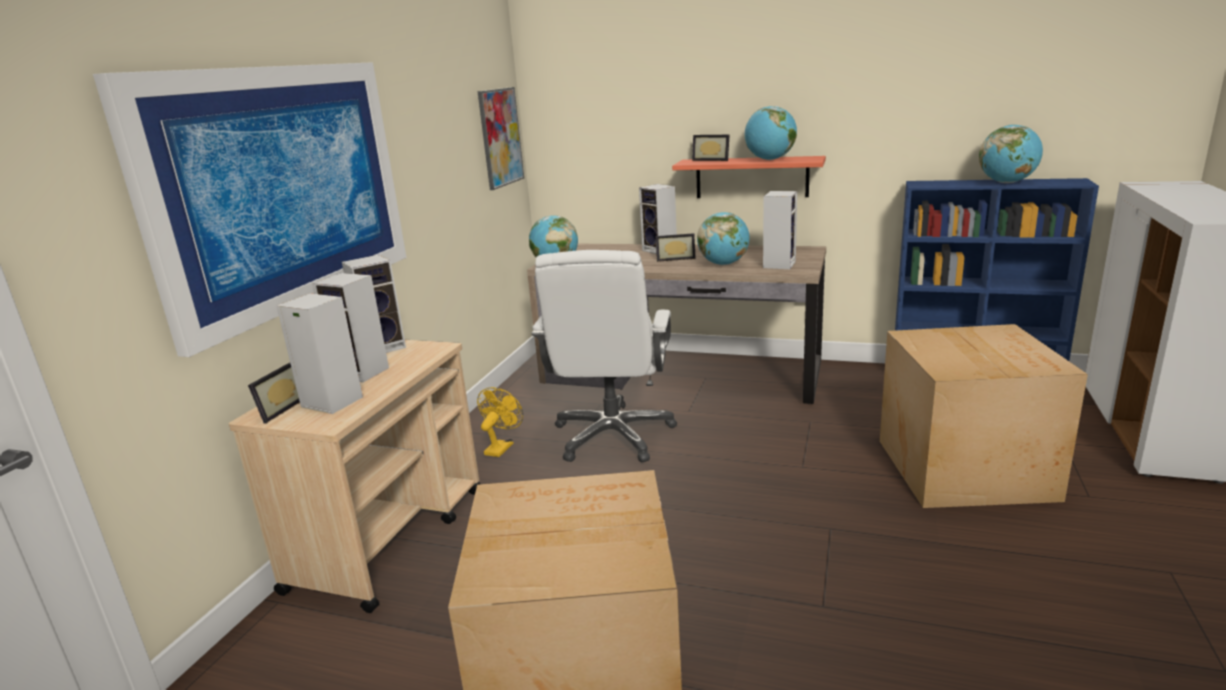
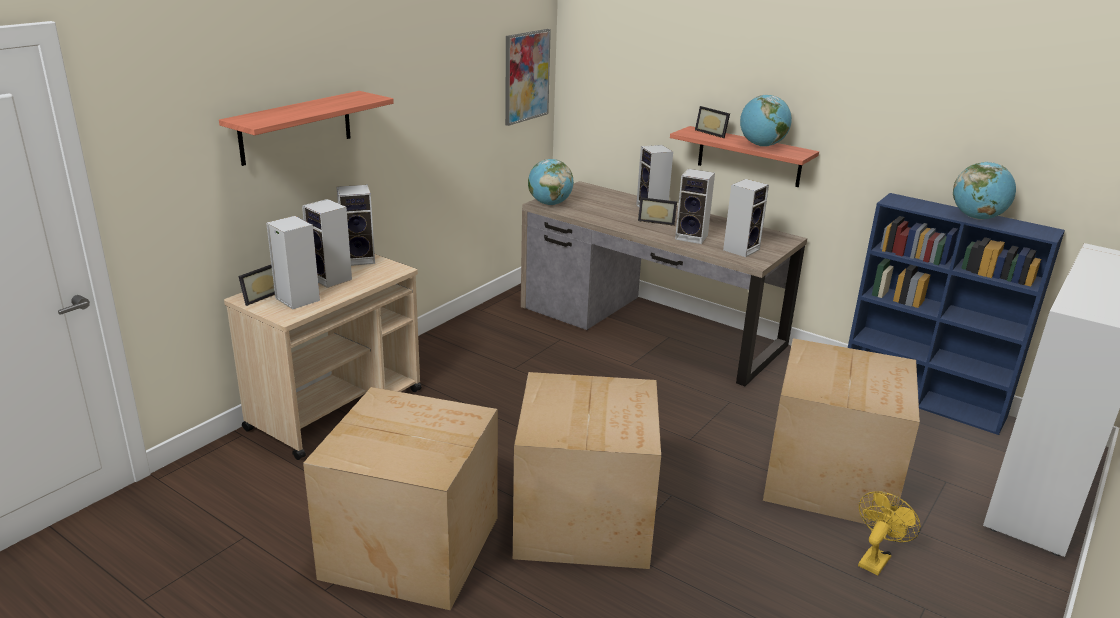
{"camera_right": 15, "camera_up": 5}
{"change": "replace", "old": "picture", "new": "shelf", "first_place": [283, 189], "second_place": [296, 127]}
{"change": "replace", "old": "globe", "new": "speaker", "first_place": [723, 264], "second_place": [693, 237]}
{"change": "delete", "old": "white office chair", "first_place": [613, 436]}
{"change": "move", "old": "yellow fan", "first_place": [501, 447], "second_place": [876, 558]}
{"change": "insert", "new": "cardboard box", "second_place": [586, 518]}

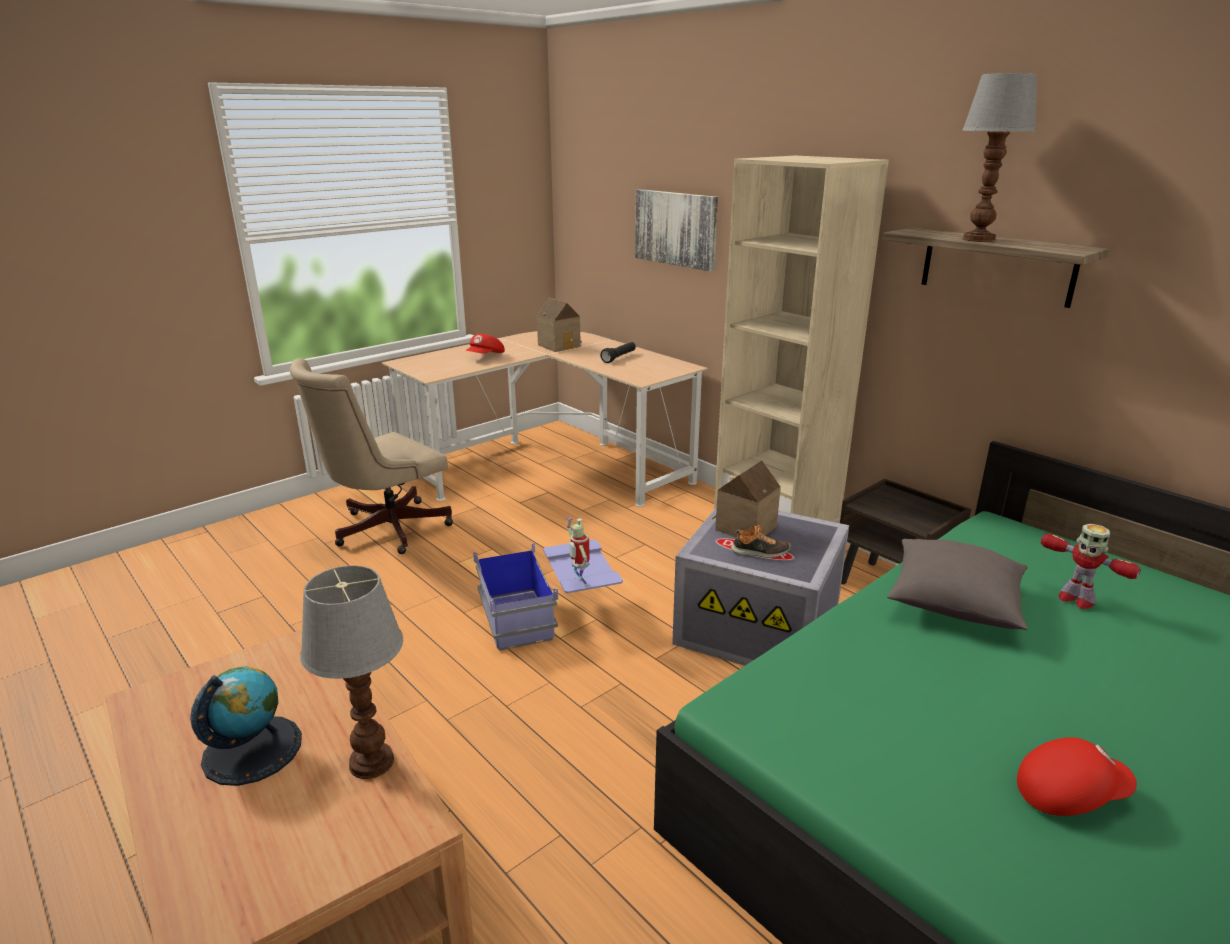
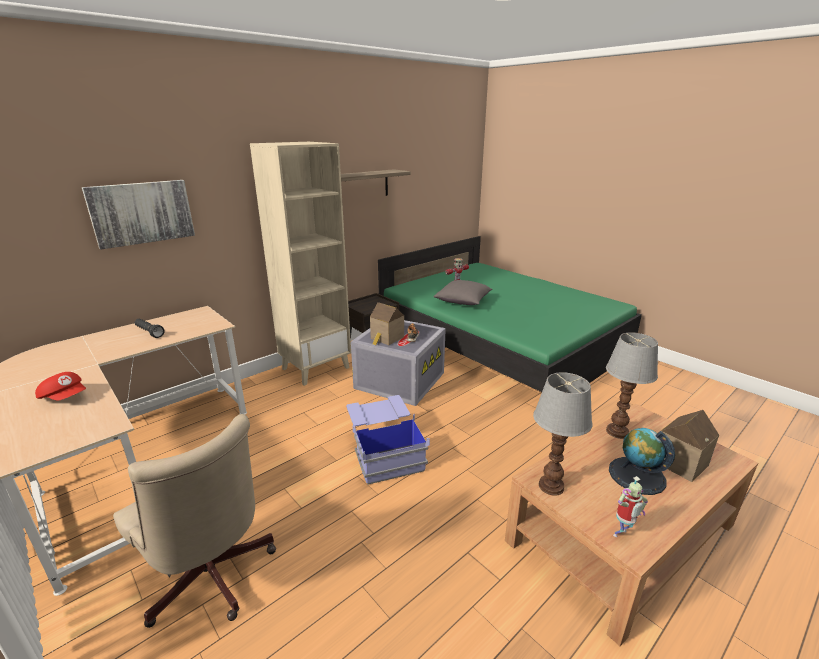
{"camera_right": -90, "camera_up": 0}
{"change": "move", "old": "table lamp", "first_place": [977, 239], "second_place": [551, 487]}
{"change": "move", "old": "toy house", "first_place": [560, 345], "second_place": [677, 462]}
{"change": "move", "old": "toy robot", "first_place": [580, 583], "second_place": [621, 535]}
{"change": "delete", "old": "red cap", "first_place": [1069, 793]}

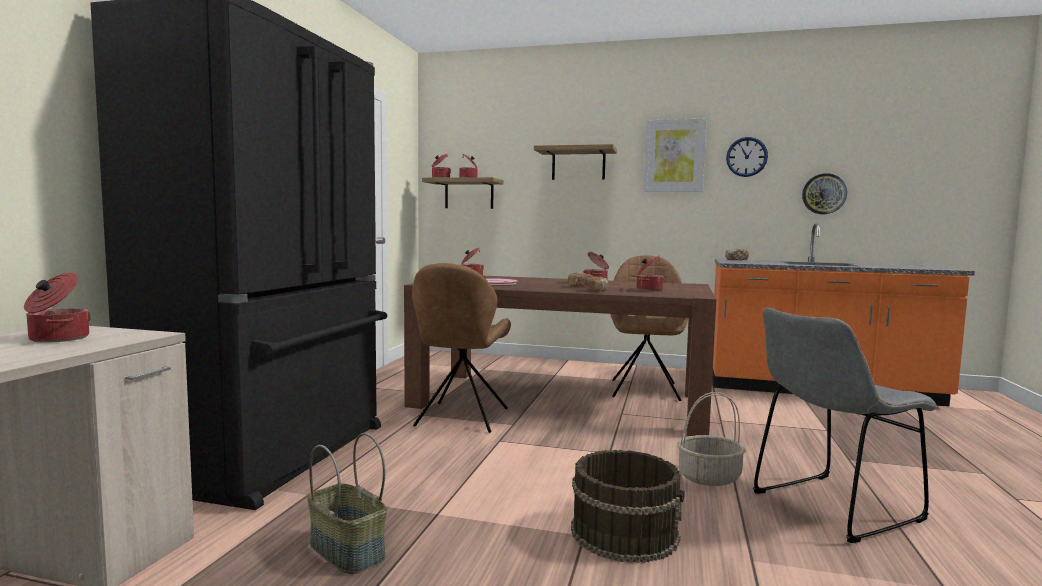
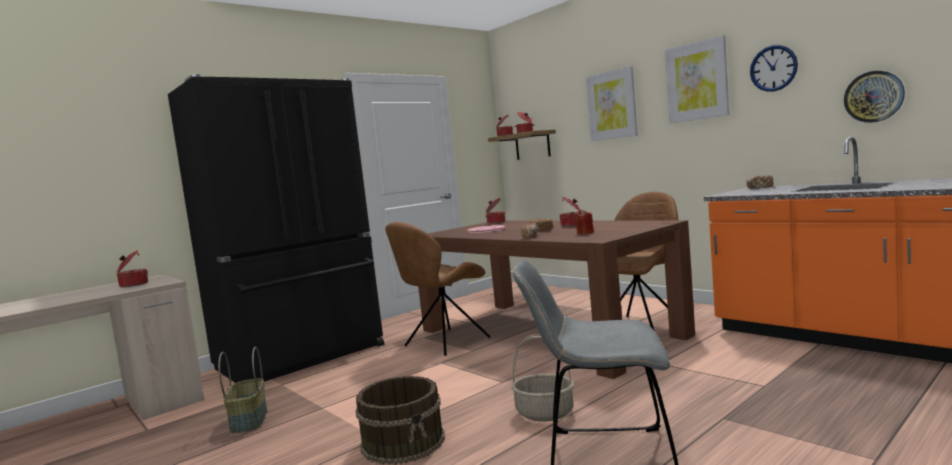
{"camera_right": 35, "camera_up": 0}
{"change": "replace", "old": "shelf", "new": "picture", "first_place": [578, 164], "second_place": [611, 105]}
{"change": "replace", "old": "cooking pot", "new": "red candle", "first_place": [648, 290], "second_place": [585, 233]}

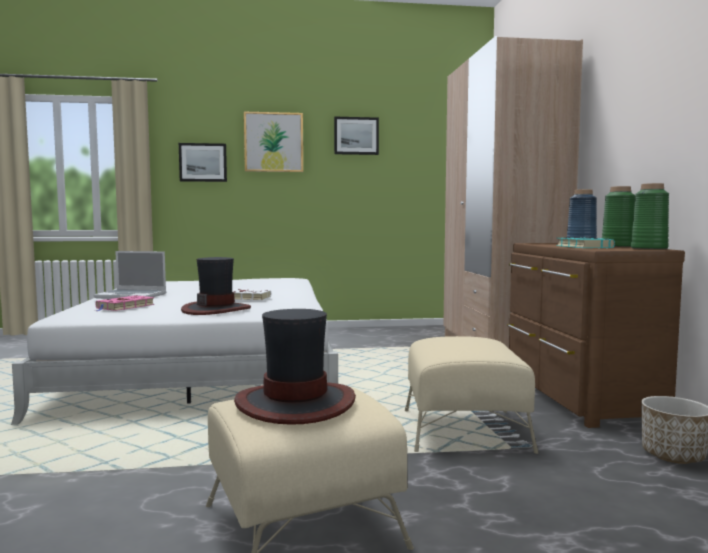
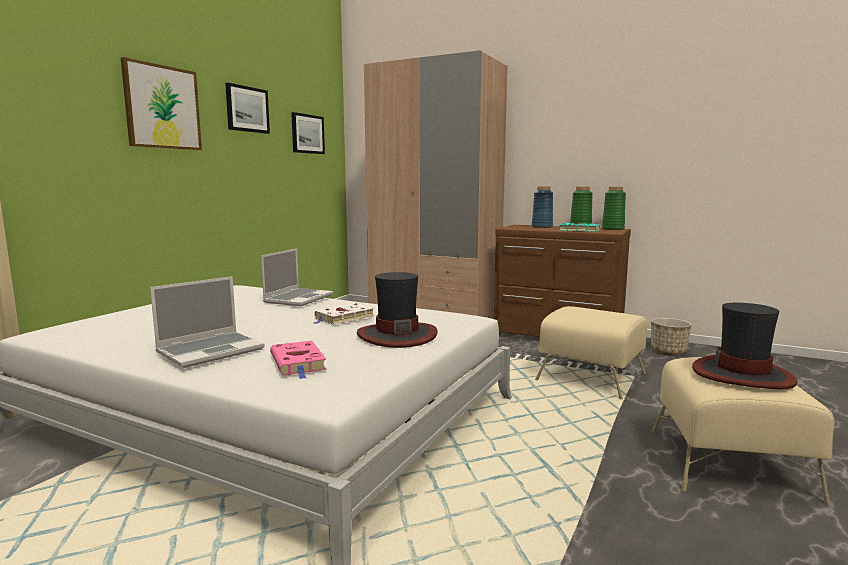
{"camera_right": -55, "camera_up": 5}
{"change": "move", "old": "picture", "first_place": [203, 162], "second_place": [307, 134]}
{"change": "insert", "new": "laptop", "second_place": [298, 298]}

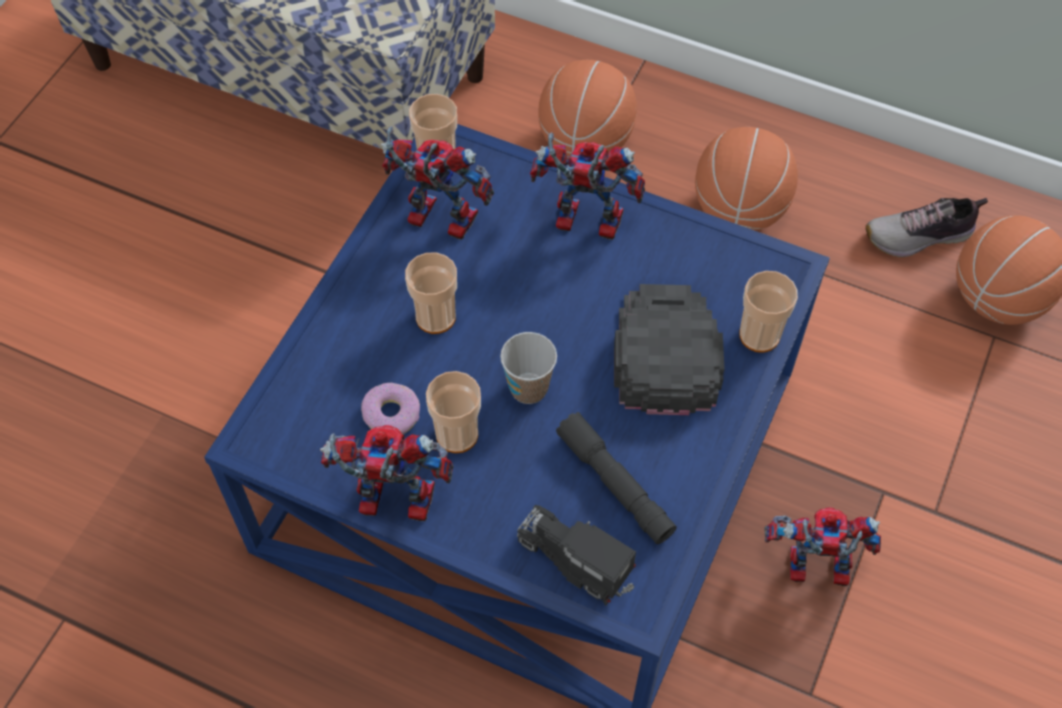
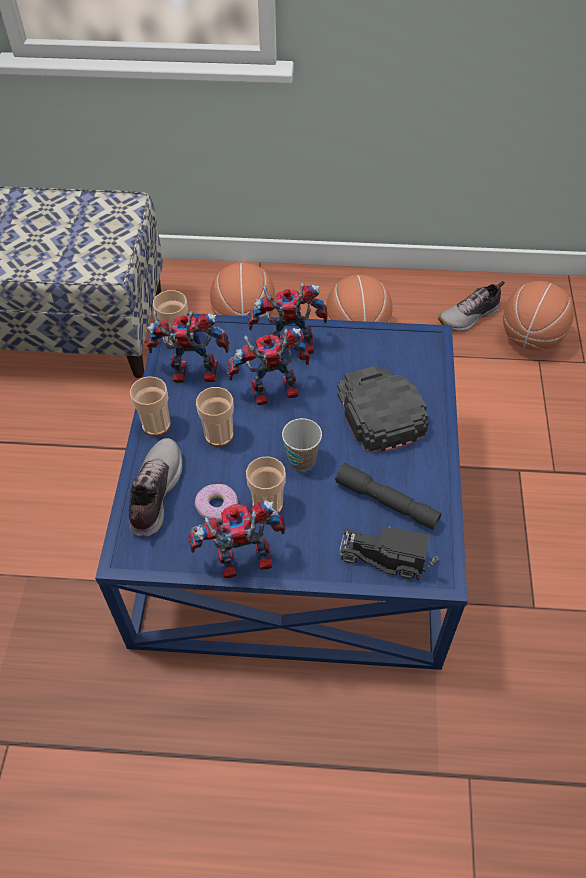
{"camera_right": -20, "camera_up": -5}
{"change": "move", "old": "cup", "first_place": [759, 335], "second_place": [156, 425]}
{"change": "move", "old": "toy robot", "first_place": [812, 571], "second_place": [271, 395]}
{"change": "insert", "new": "shoe", "second_place": [154, 493]}

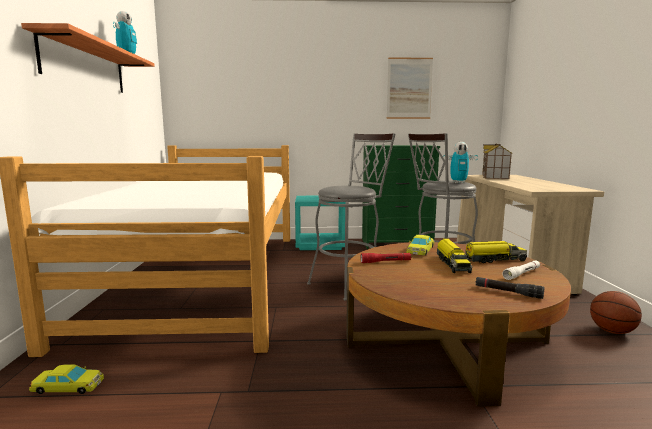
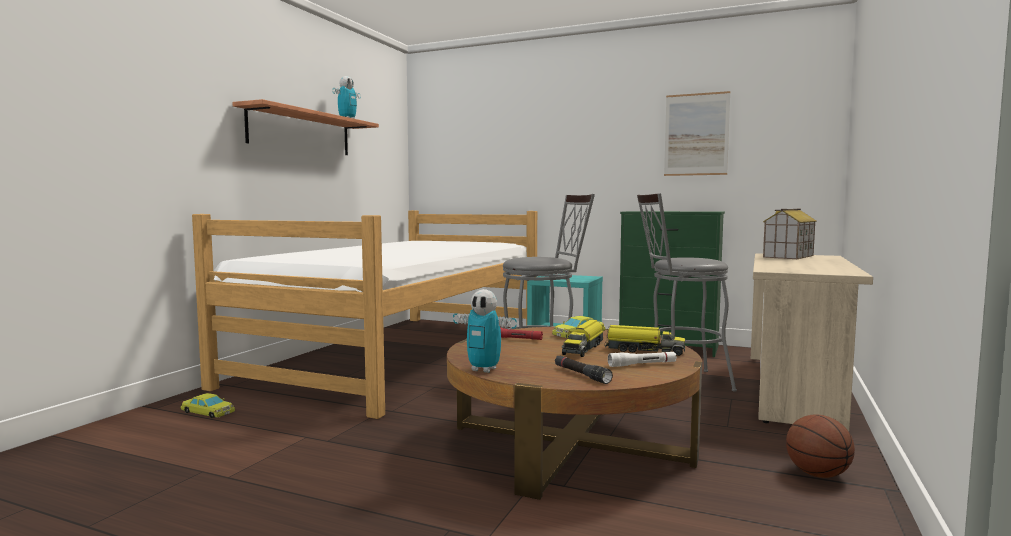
{"camera_right": 25, "camera_up": -5}
{"change": "move", "old": "toy robot", "first_place": [458, 182], "second_place": [484, 369]}

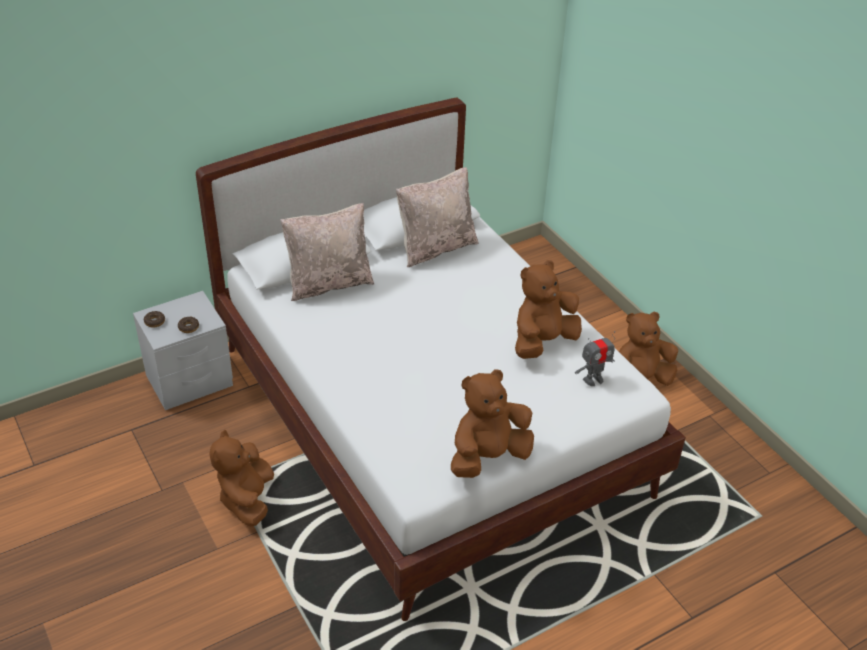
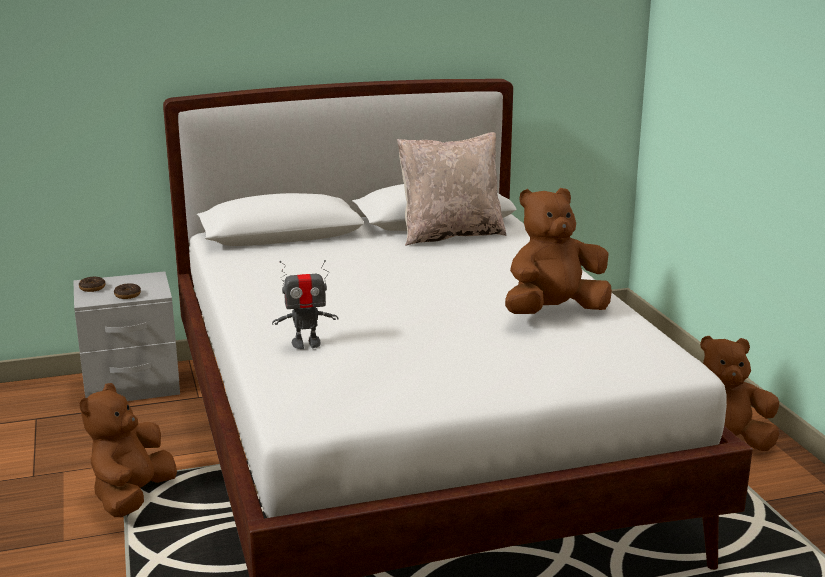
{"camera_right": 15, "camera_up": -20}
{"change": "delete", "old": "beige pillow", "first_place": [329, 283]}
{"change": "move", "old": "toy robot", "first_place": [593, 379], "second_place": [306, 343]}
{"change": "delete", "old": "brown plush toy", "first_place": [488, 457]}

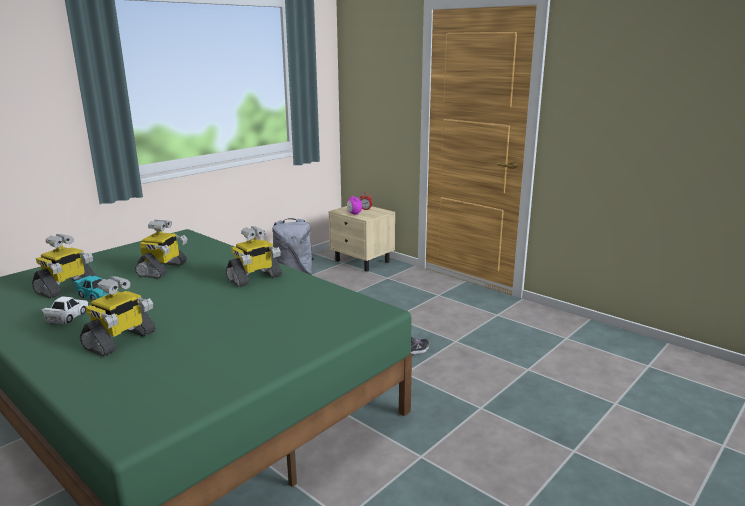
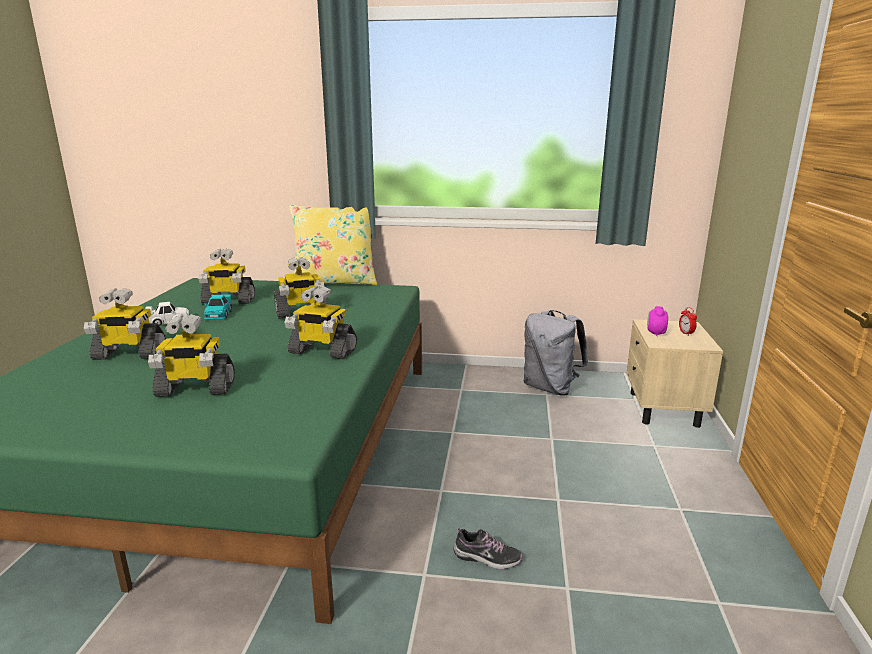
{"camera_right": 55, "camera_up": 0}
{"change": "insert", "new": "yellow pillow", "second_place": [335, 282]}
{"change": "insert", "new": "toy robot", "second_place": [195, 389]}

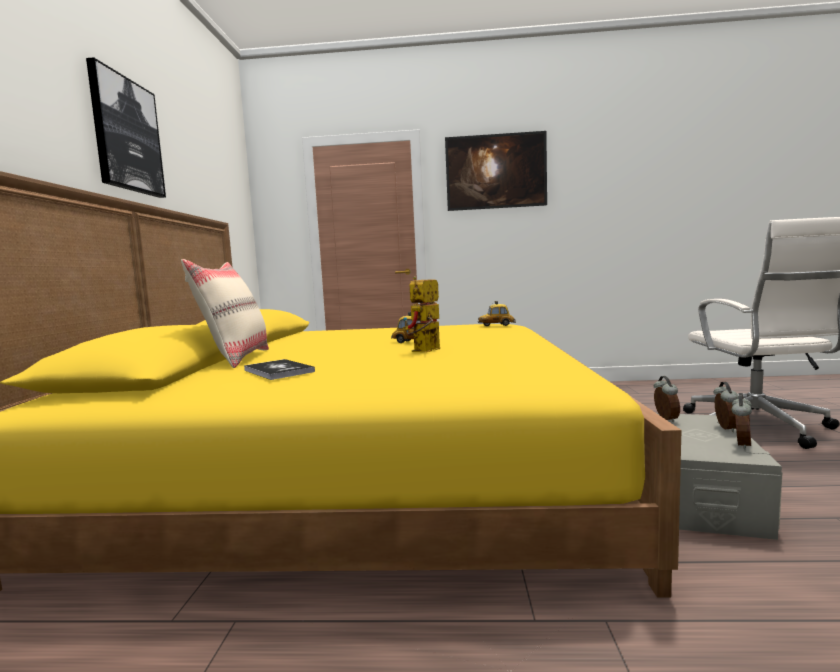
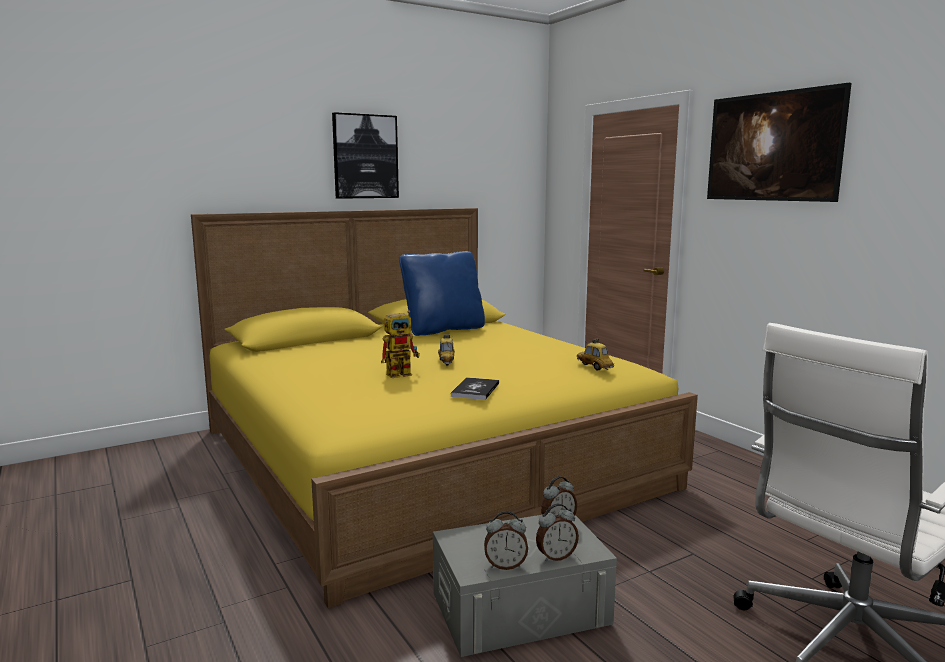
{"camera_right": 55, "camera_up": 5}
{"change": "delete", "old": "beige pillow", "first_place": [236, 358]}
{"change": "rotate", "old": "toy robot", "first_place": [424, 351], "second_place": [403, 373], "degrees": 150}
{"change": "move", "old": "book", "first_place": [278, 371], "second_place": [475, 390]}
{"change": "insert", "new": "blue pillow", "second_place": [443, 329]}

